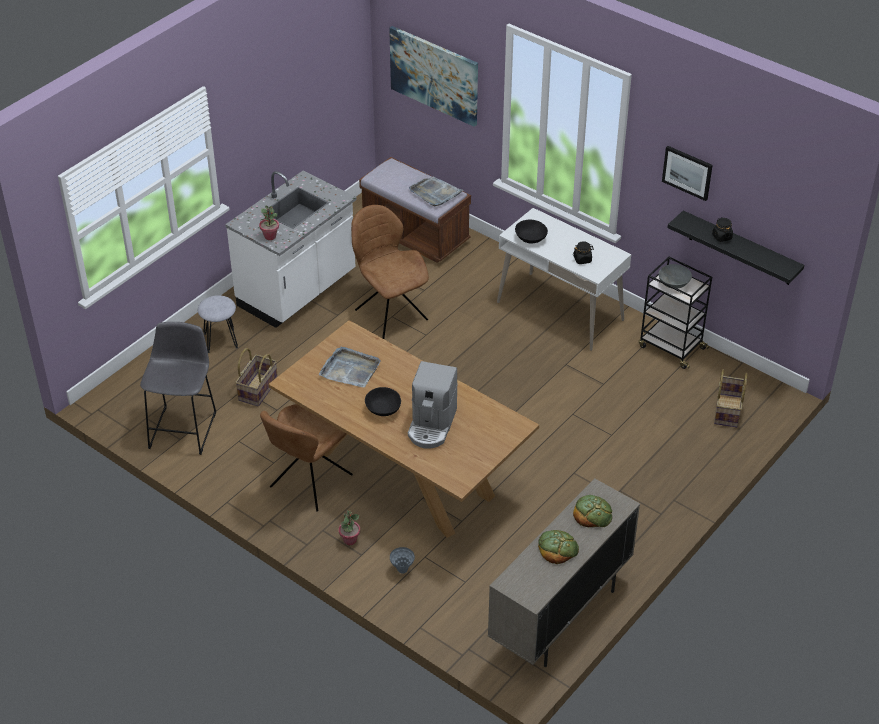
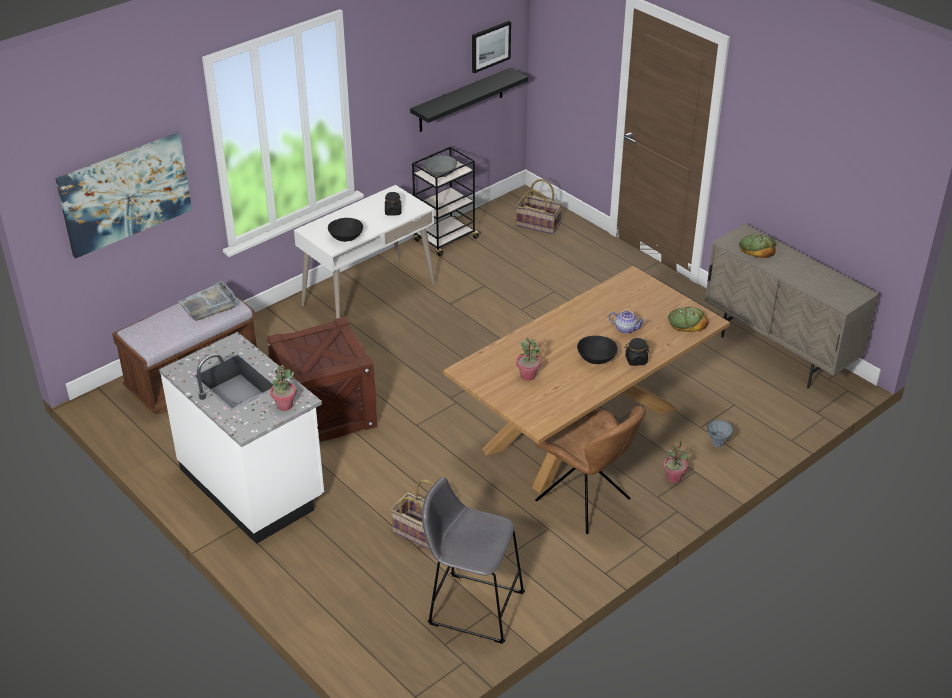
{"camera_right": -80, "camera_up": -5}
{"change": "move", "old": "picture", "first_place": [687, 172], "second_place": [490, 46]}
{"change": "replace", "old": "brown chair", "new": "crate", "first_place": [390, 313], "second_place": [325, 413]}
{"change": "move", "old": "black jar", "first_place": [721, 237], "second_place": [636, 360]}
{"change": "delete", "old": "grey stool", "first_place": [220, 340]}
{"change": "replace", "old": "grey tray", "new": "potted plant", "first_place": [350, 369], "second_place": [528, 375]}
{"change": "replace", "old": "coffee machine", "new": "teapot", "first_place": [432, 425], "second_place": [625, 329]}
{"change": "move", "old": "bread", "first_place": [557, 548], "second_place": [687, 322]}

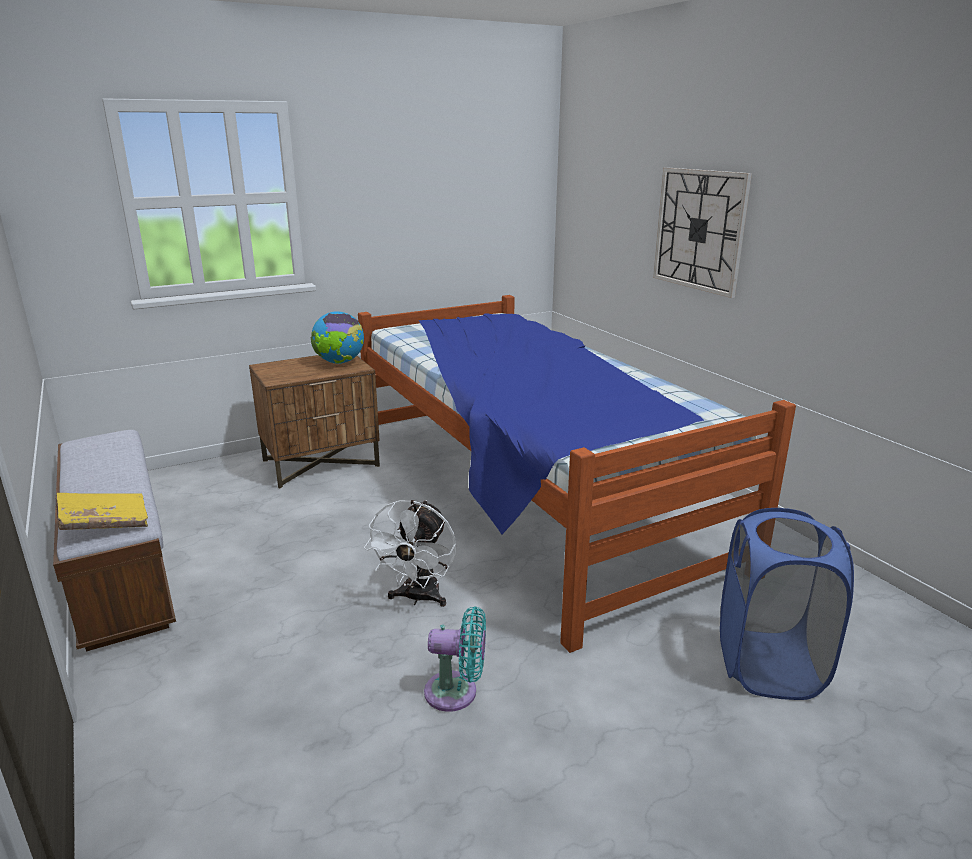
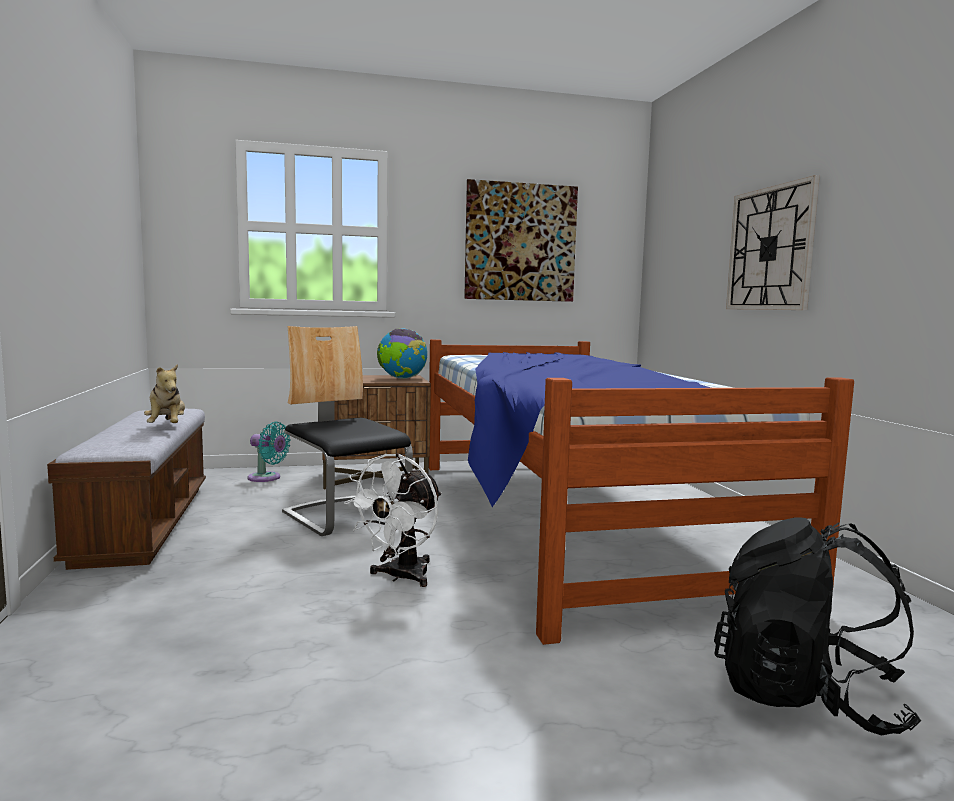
{"camera_right": 15, "camera_up": -15}
{"change": "delete", "old": "yellow book", "first_place": [105, 523]}
{"change": "replace", "old": "blue laundry basket", "new": "black backpack", "first_place": [768, 665], "second_place": [806, 697]}
{"change": "move", "old": "turquoise fan", "first_place": [456, 692], "second_place": [267, 478]}
{"change": "insert", "new": "picture", "second_place": [520, 242]}
{"change": "insert", "new": "chair", "second_place": [345, 516]}
{"change": "insert", "new": "plush toy", "second_place": [167, 427]}

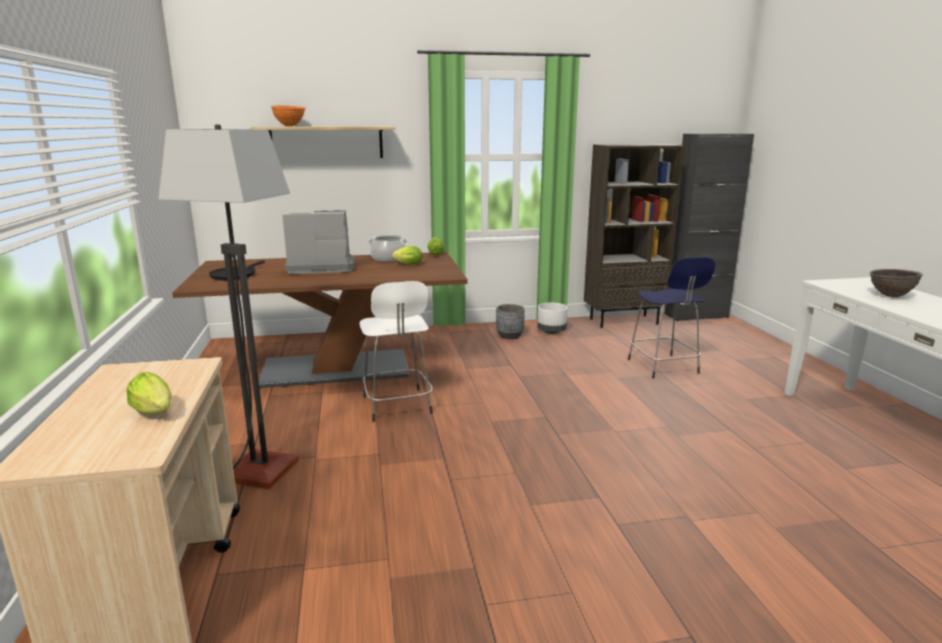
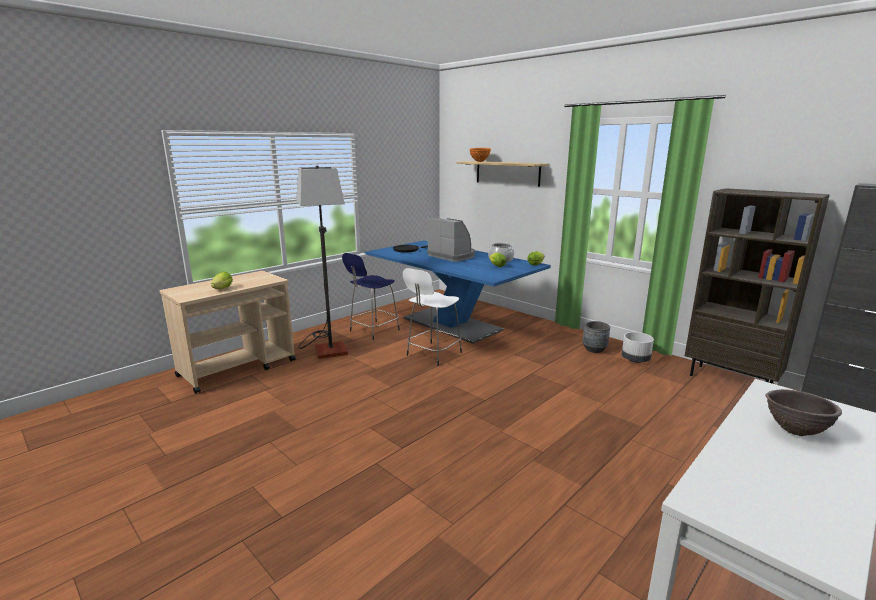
{"camera_right": 55, "camera_up": 0}
{"change": "recolor", "old": "brown dining table", "new": "blue dining table", "first_place": [335, 369], "second_place": [451, 324]}
{"change": "move", "old": "blue stool", "first_place": [664, 367], "second_place": [373, 331]}

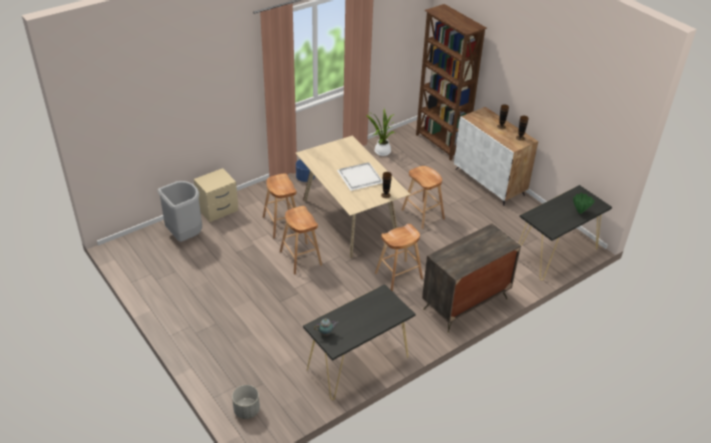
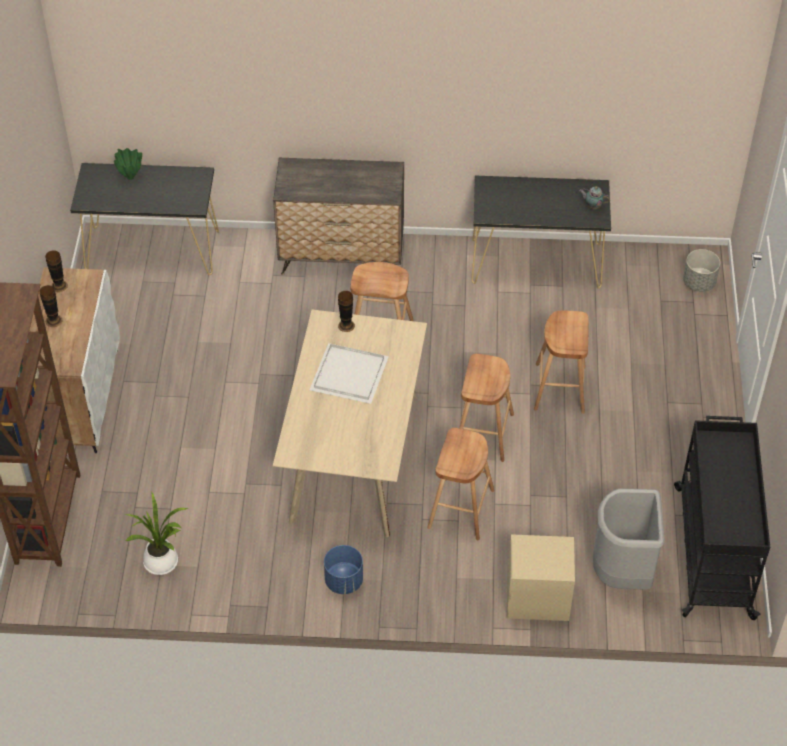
{"camera_right": -140, "camera_up": 10}
{"change": "move", "old": "brown stool", "first_place": [422, 214], "second_place": [559, 388]}
{"change": "insert", "new": "black cart", "second_place": [713, 549]}

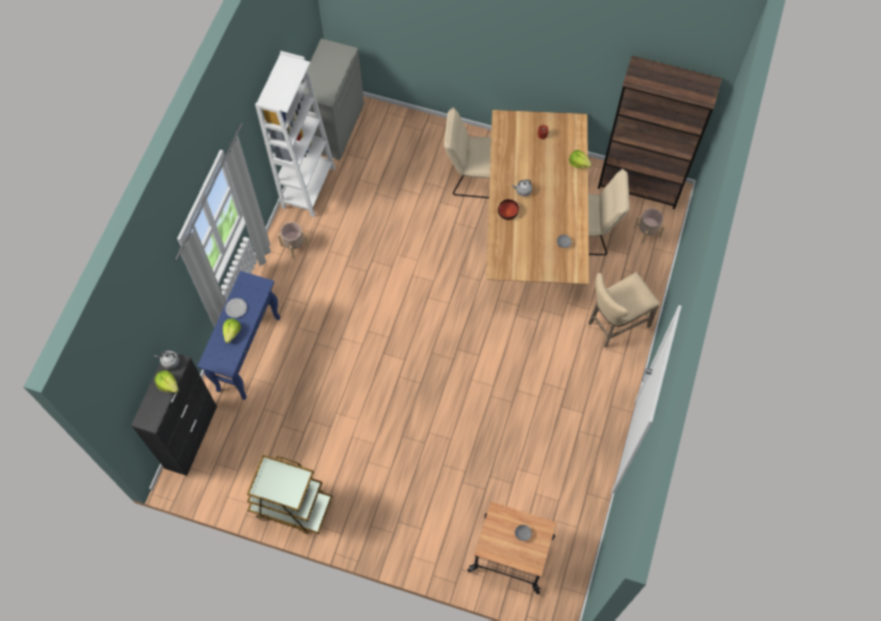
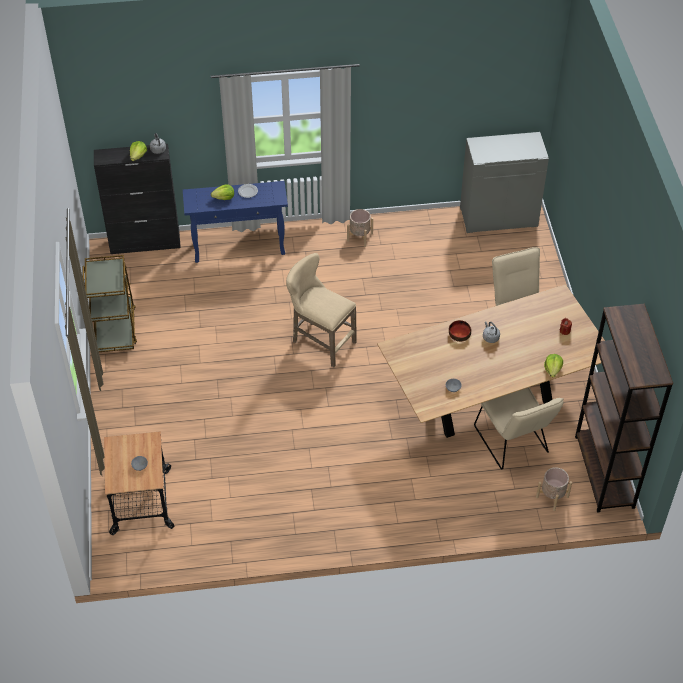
{"camera_right": 65, "camera_up": -15}
{"change": "delete", "old": "white bookcase", "first_place": [308, 188]}
{"change": "move", "old": "beige stool", "first_place": [615, 325], "second_place": [320, 341]}

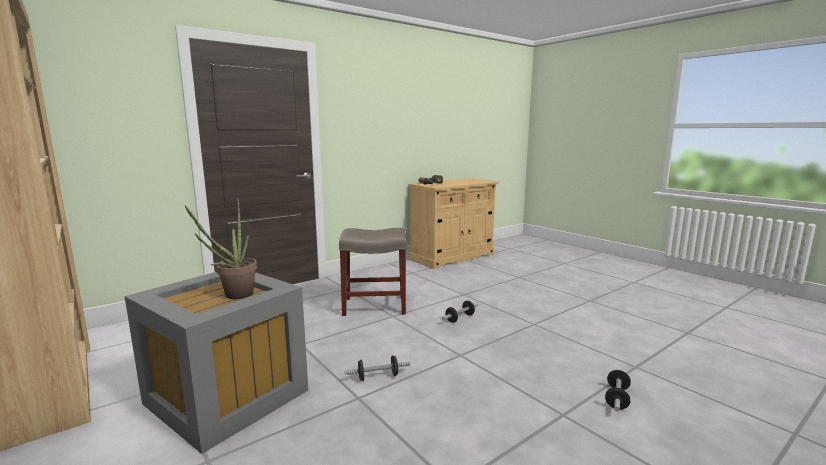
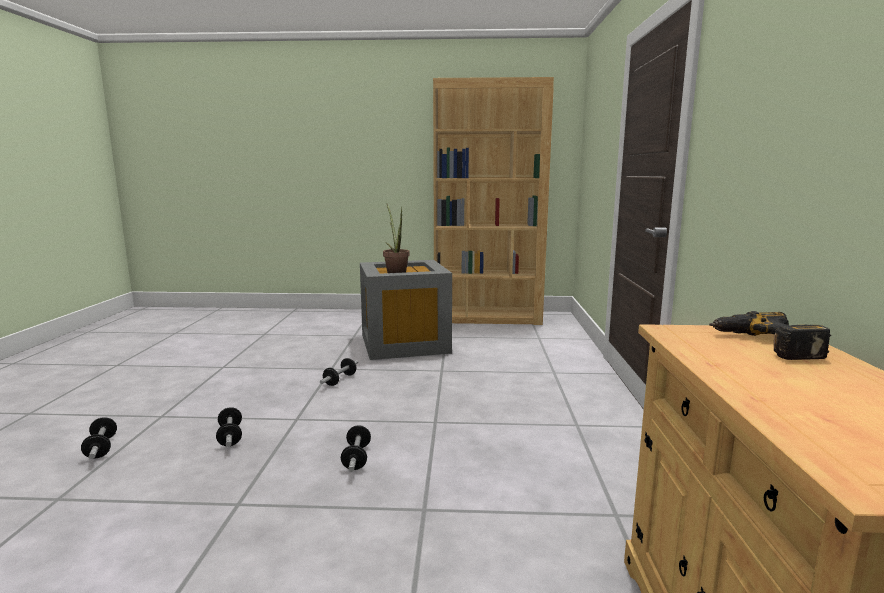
{"camera_right": 130, "camera_up": 0}
{"change": "delete", "old": "beige stool", "first_place": [375, 306]}
{"change": "insert", "new": "dumbbell", "second_place": [230, 436]}

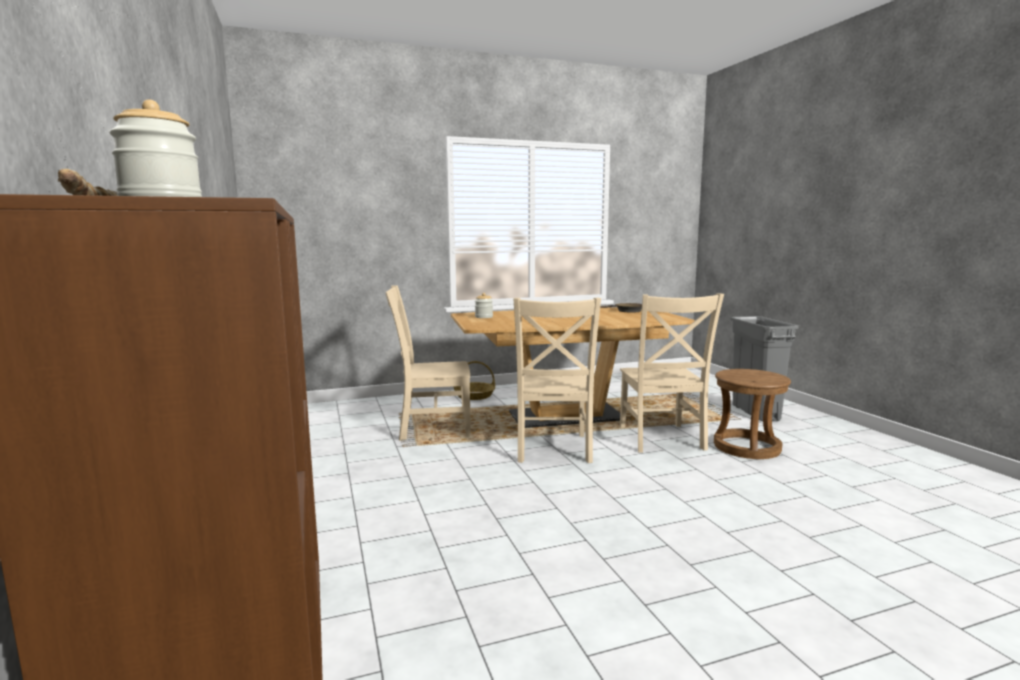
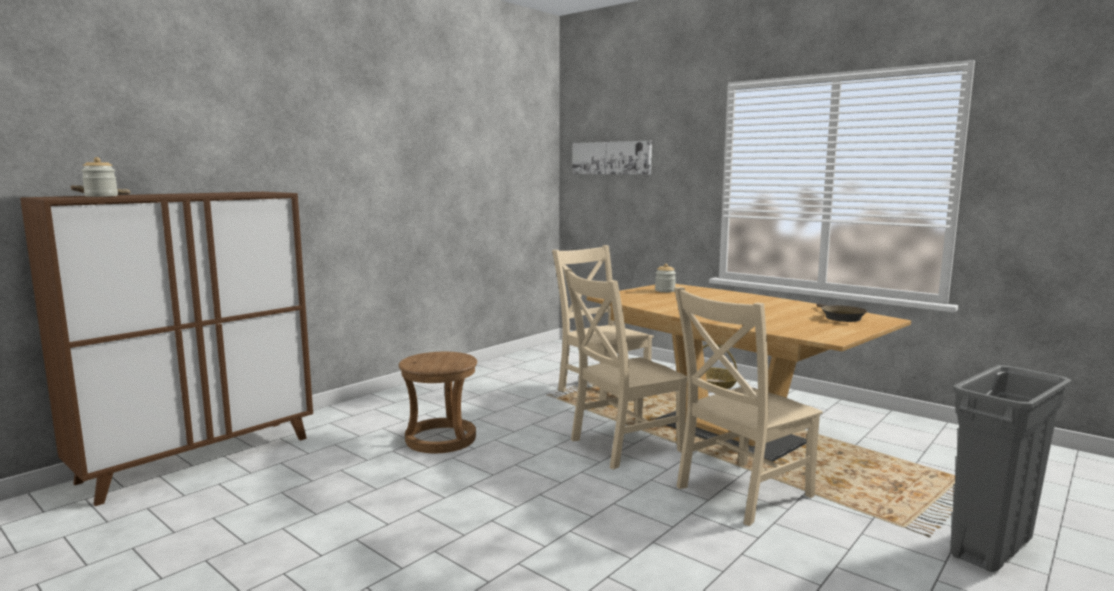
{"camera_right": 60, "camera_up": 0}
{"change": "move", "old": "brown stool", "first_place": [746, 447], "second_place": [441, 439]}
{"change": "insert", "new": "picture", "second_place": [611, 158]}

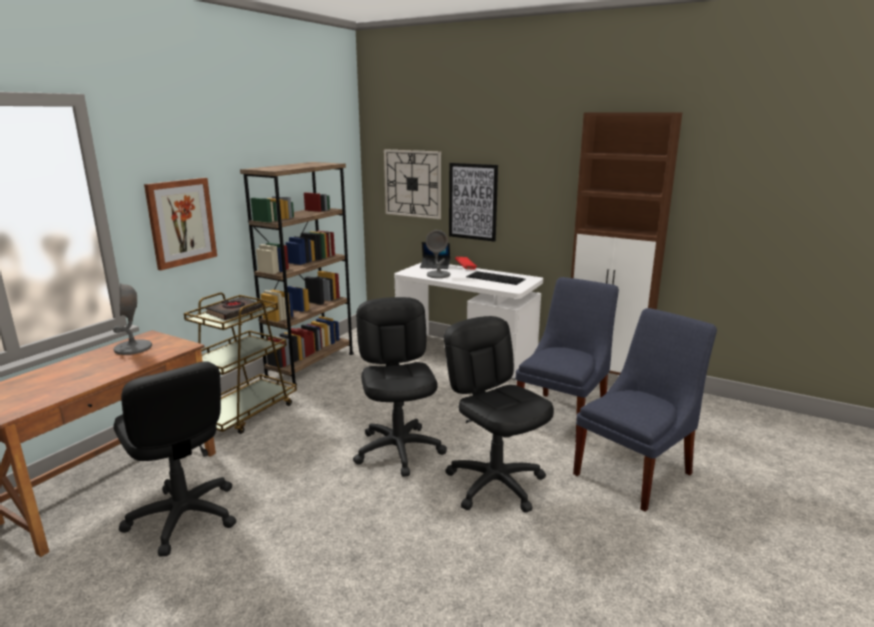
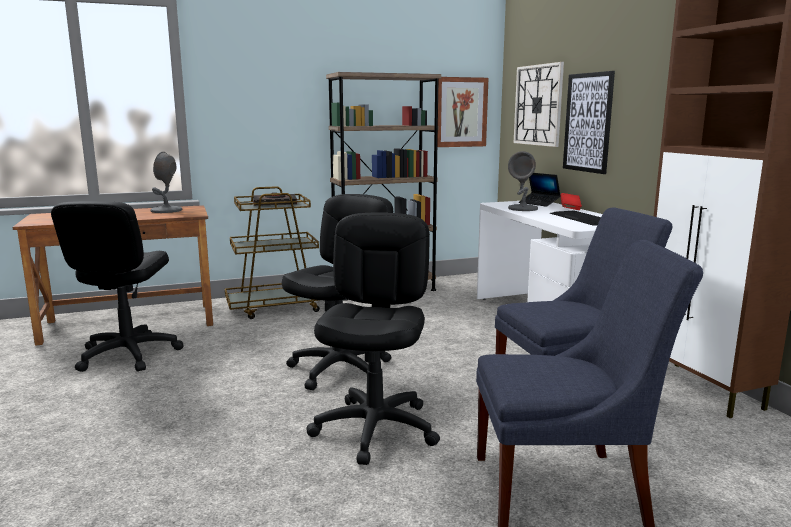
{"camera_right": 40, "camera_up": -5}
{"change": "move", "old": "picture", "first_place": [181, 222], "second_place": [460, 112]}

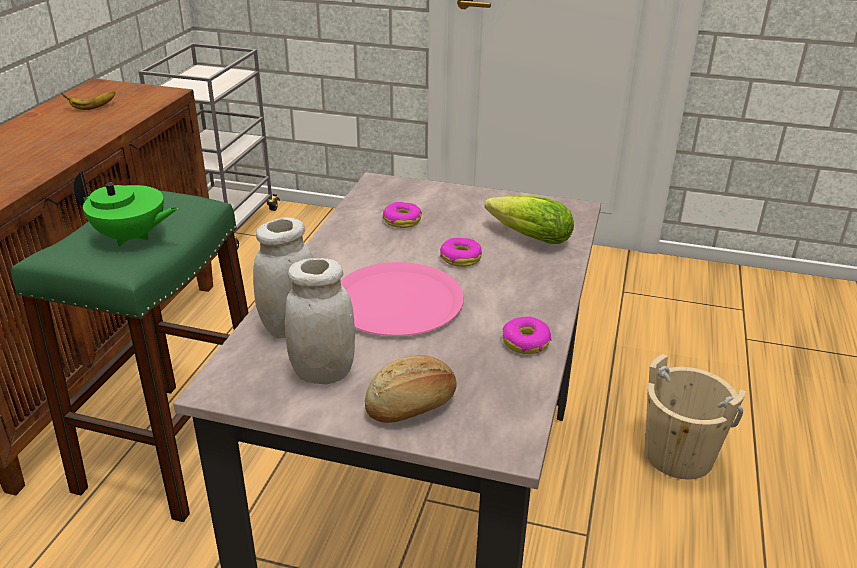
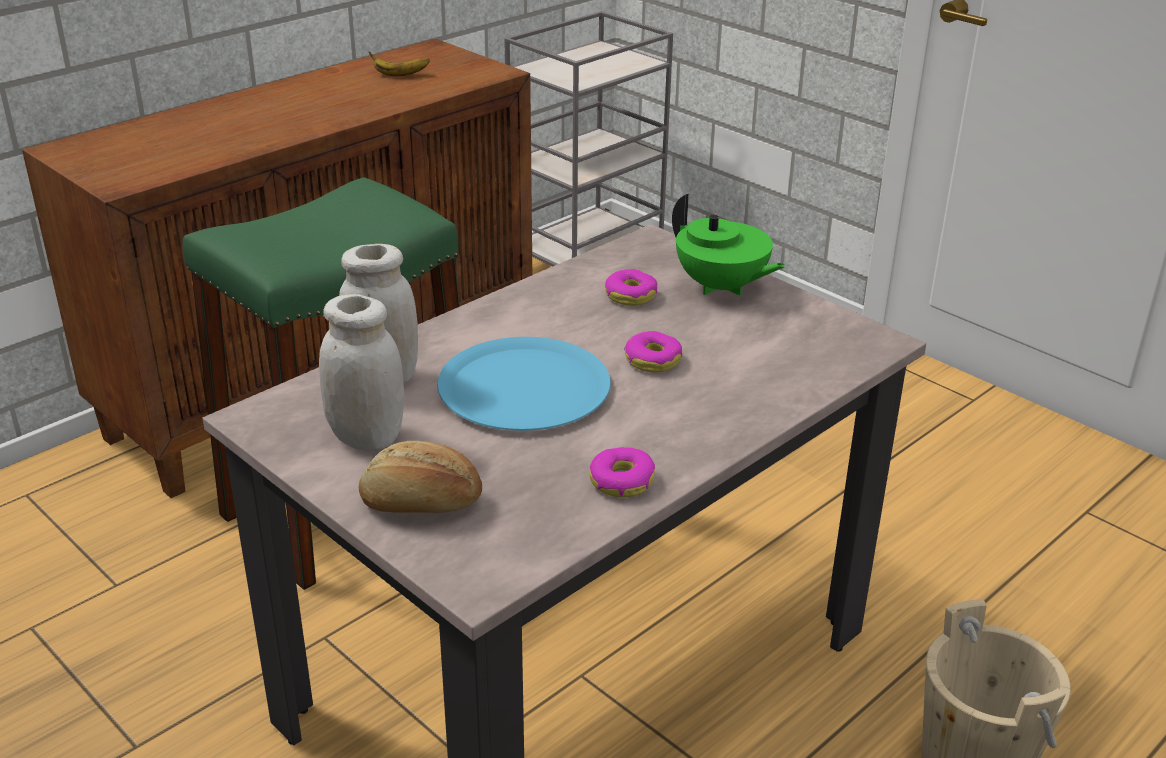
{"camera_right": 30, "camera_up": 0}
{"change": "move", "old": "green teapot", "first_place": [131, 237], "second_place": [721, 287]}
{"change": "delete", "old": "lettuce", "first_place": [525, 236]}
{"change": "recolor", "old": "pink plate", "new": "blue plate", "first_place": [397, 301], "second_place": [524, 387]}

